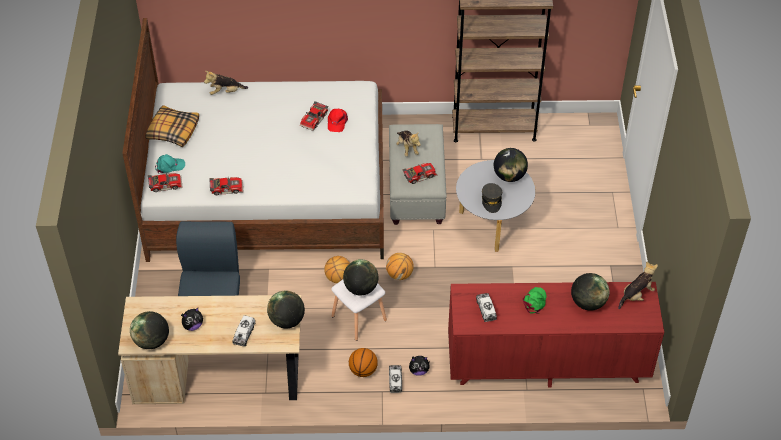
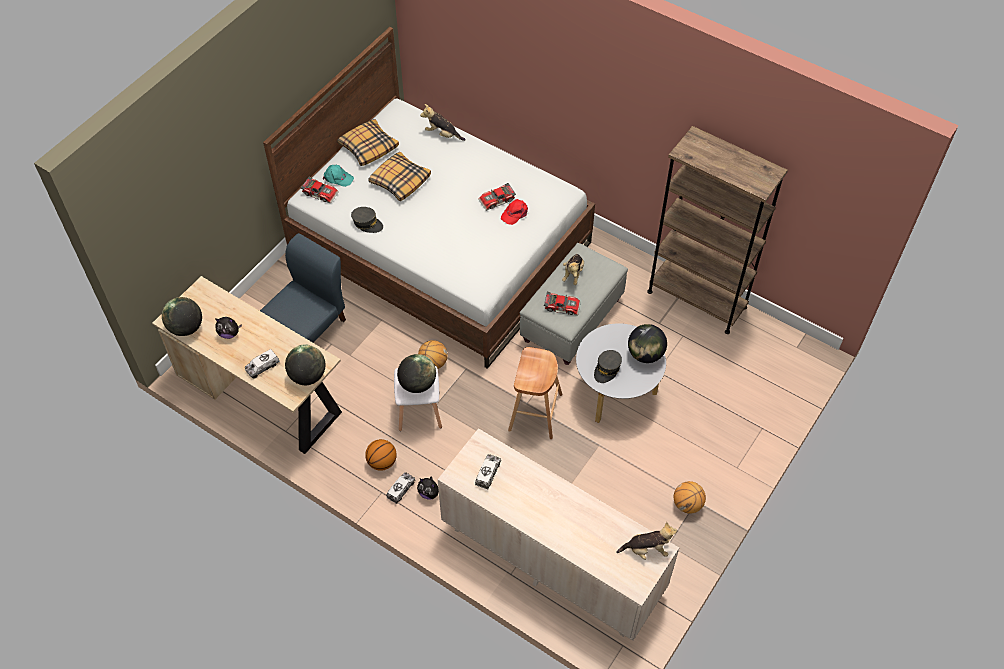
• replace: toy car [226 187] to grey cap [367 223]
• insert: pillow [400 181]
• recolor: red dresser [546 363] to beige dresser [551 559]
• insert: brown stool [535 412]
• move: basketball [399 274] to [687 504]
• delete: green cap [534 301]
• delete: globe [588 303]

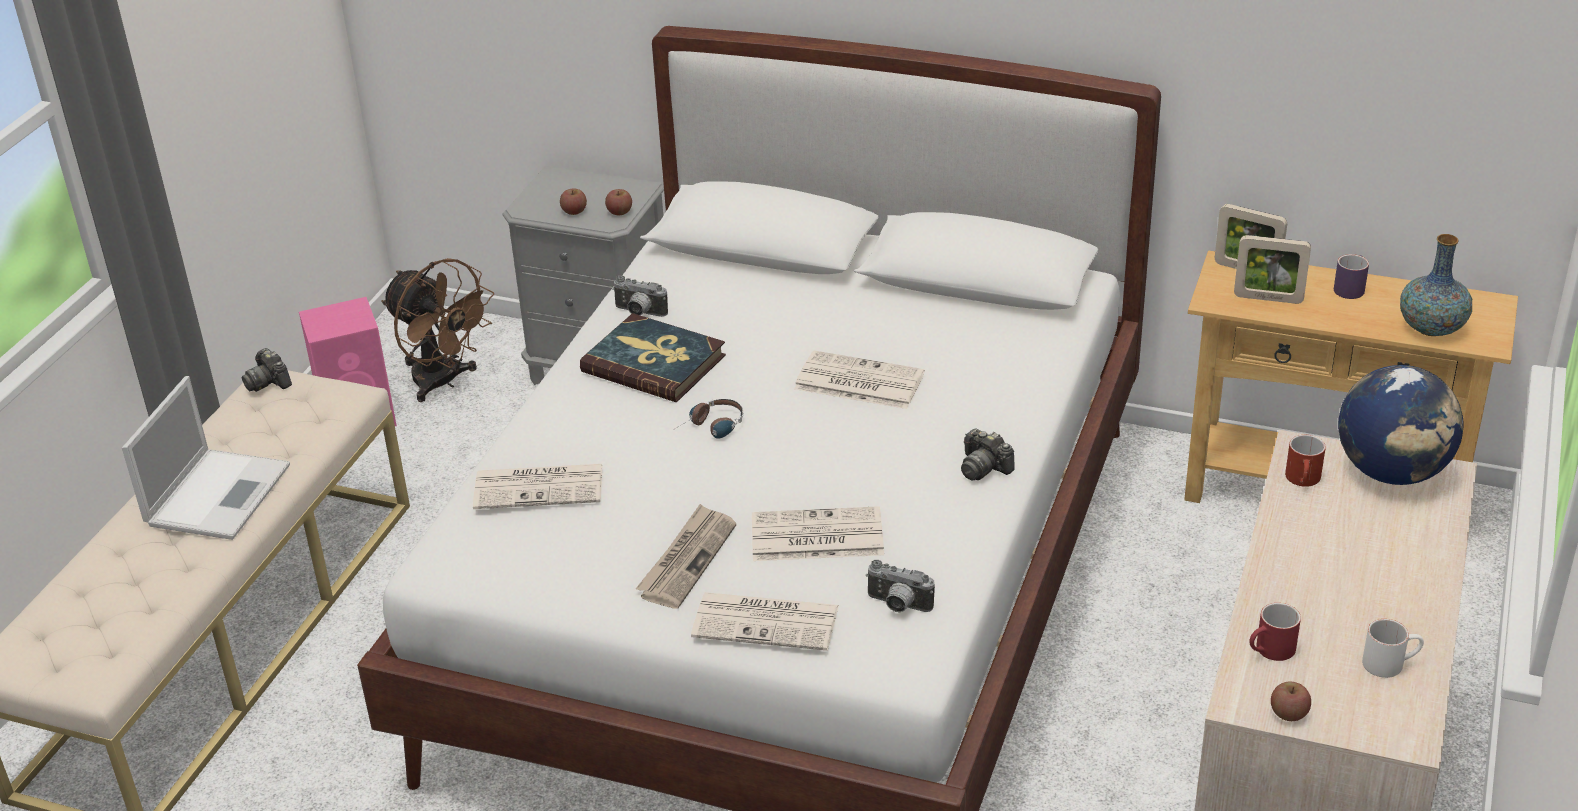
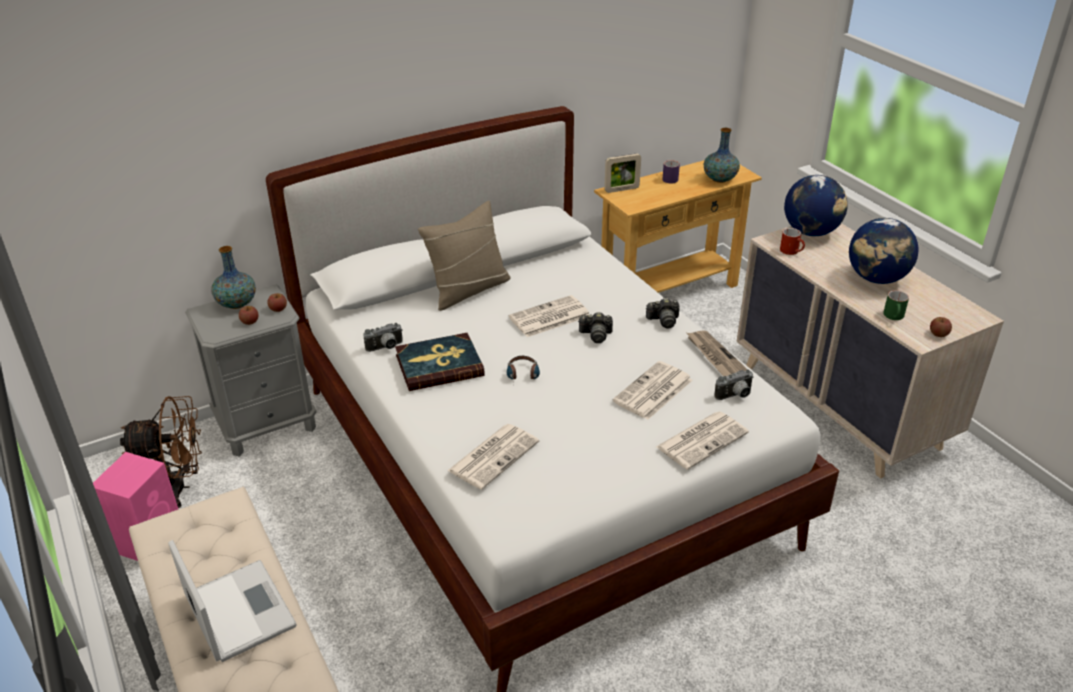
• insert: vase [236 304]
• insert: beige pillow [468 290]
• move: photo camera [269 382] to [596 335]
• move: newspaper [687 559] to [716 357]
• insert: globe [876 279]
• recolor: red mug [1270 651] to green mug [894 317]
• delete: picture frame [1268 298]
• delete: white mug [1390 663]

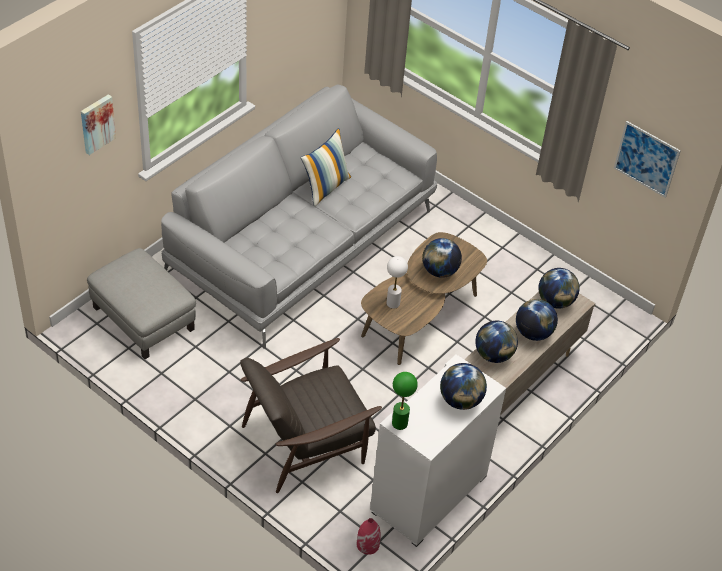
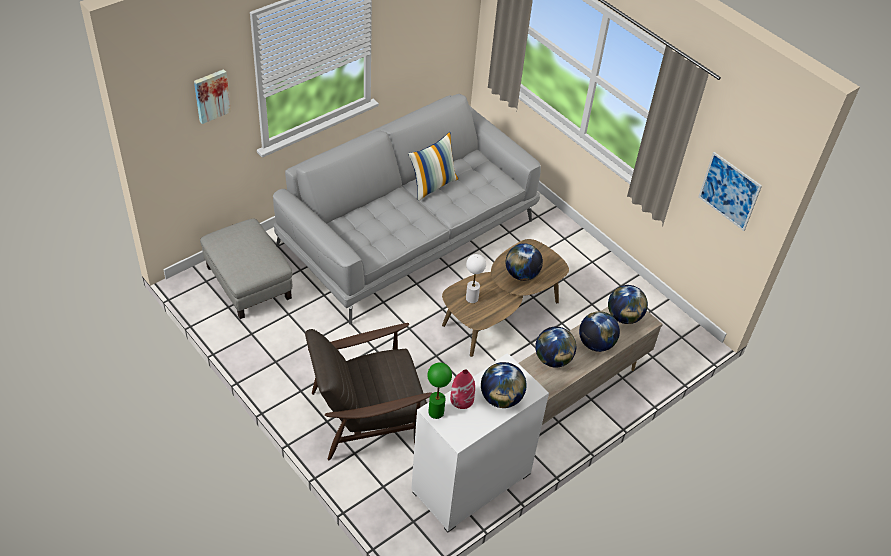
• move: red vase [368 544] to [462 399]

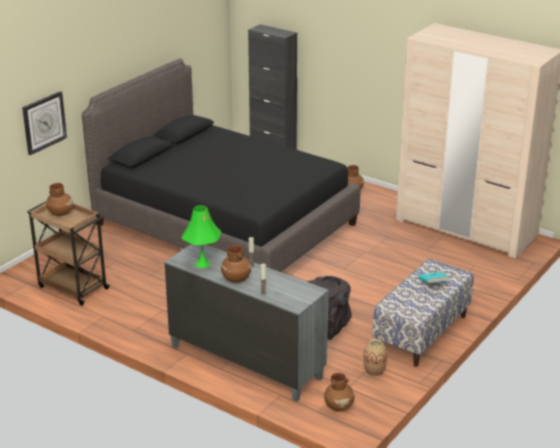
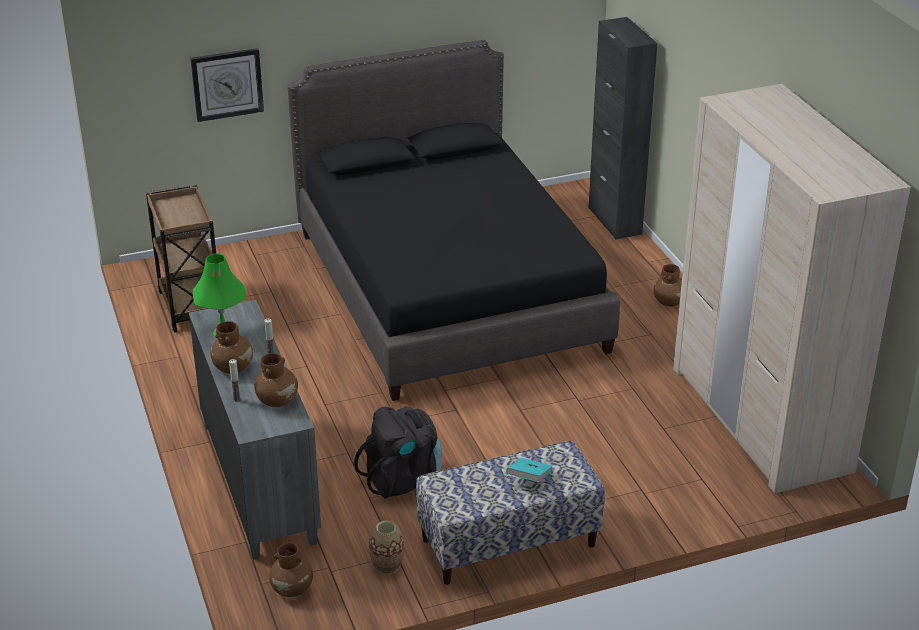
• move: brown vase [61 213] to [278 400]

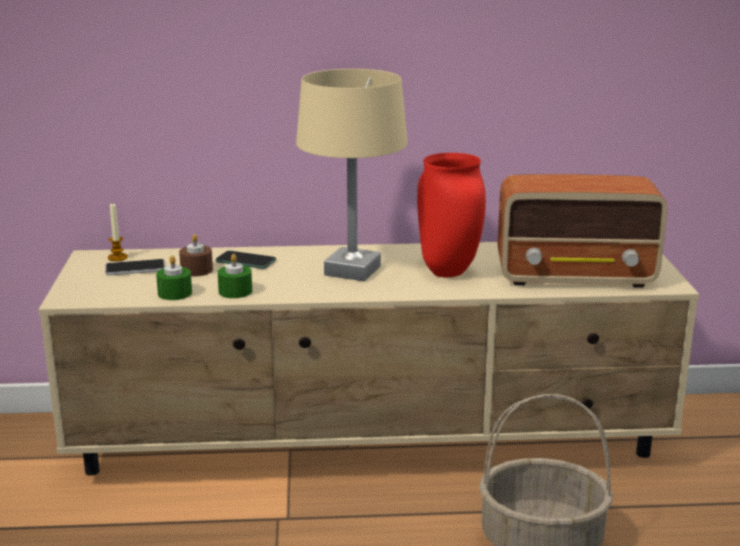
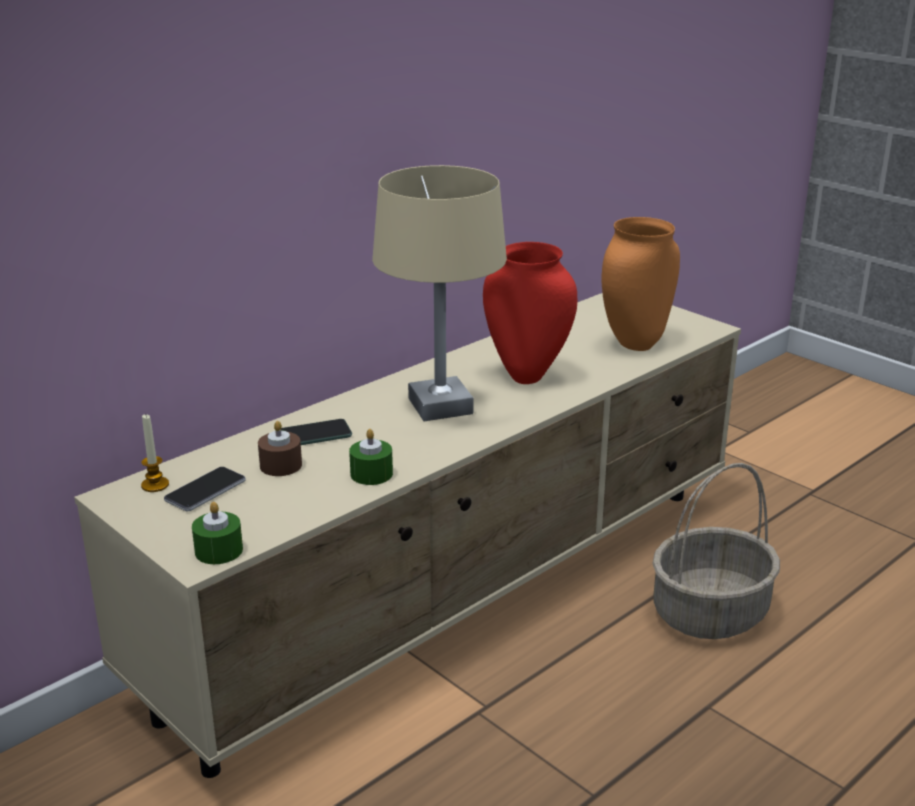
• move: green candle [175 293] to [219 550]
• replace: radio [577 277] to orange vase [634 344]

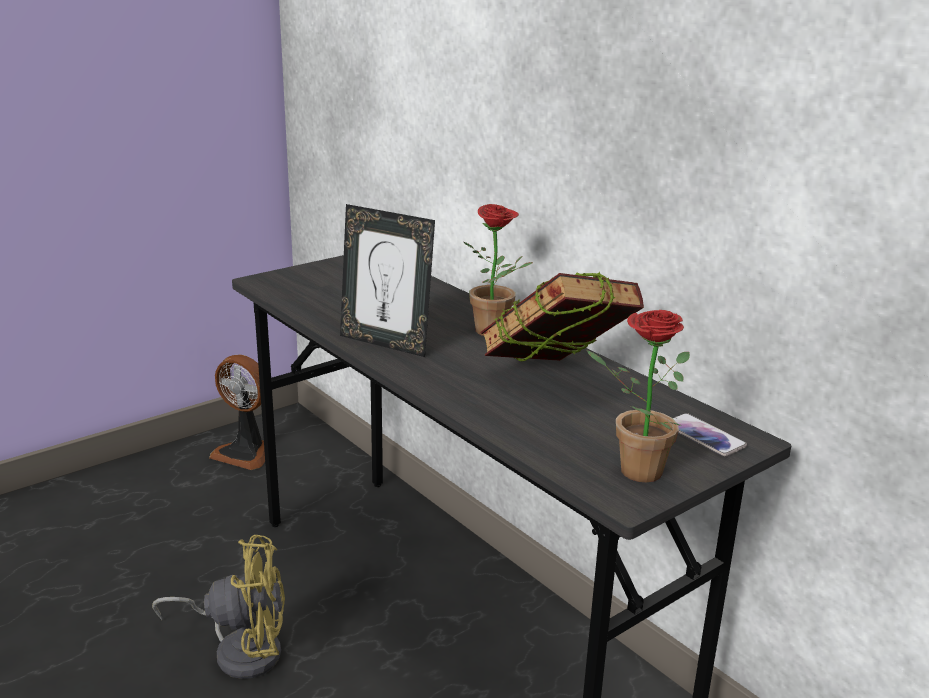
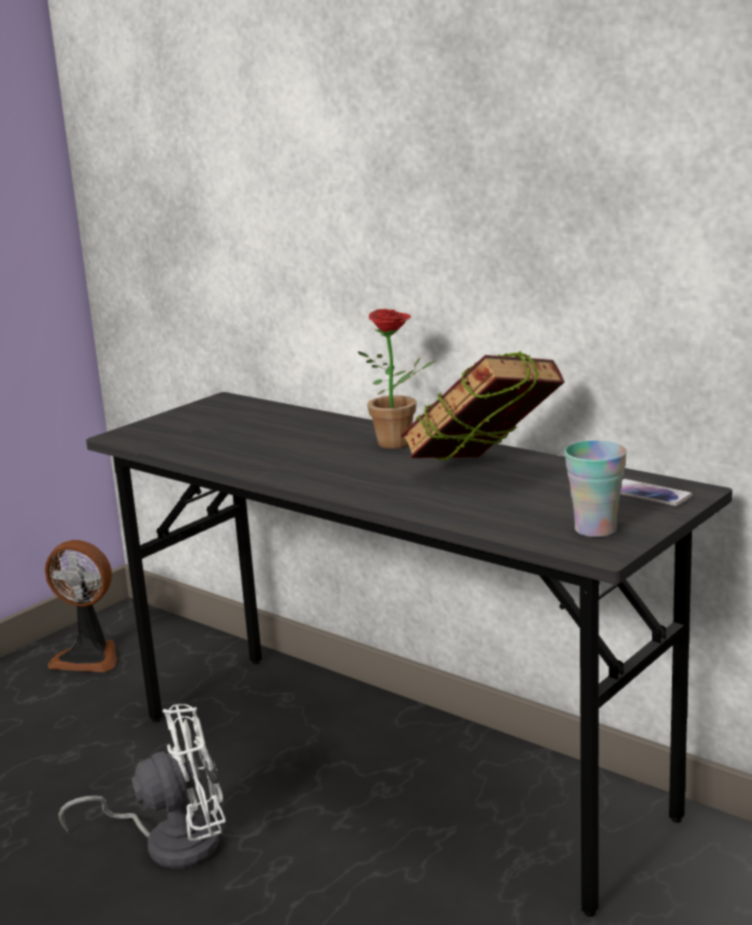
• recolor: yellow fan [240 649] to white fan [170 842]
• replace: potted plant [631 470] to cup [595 529]
• delete: picture frame [386 343]

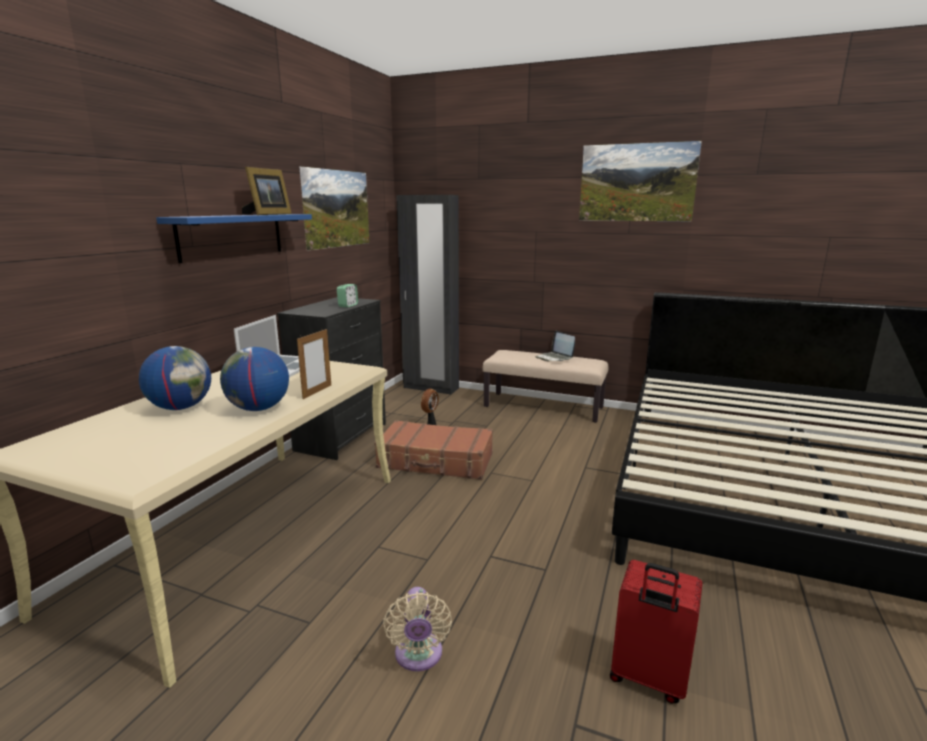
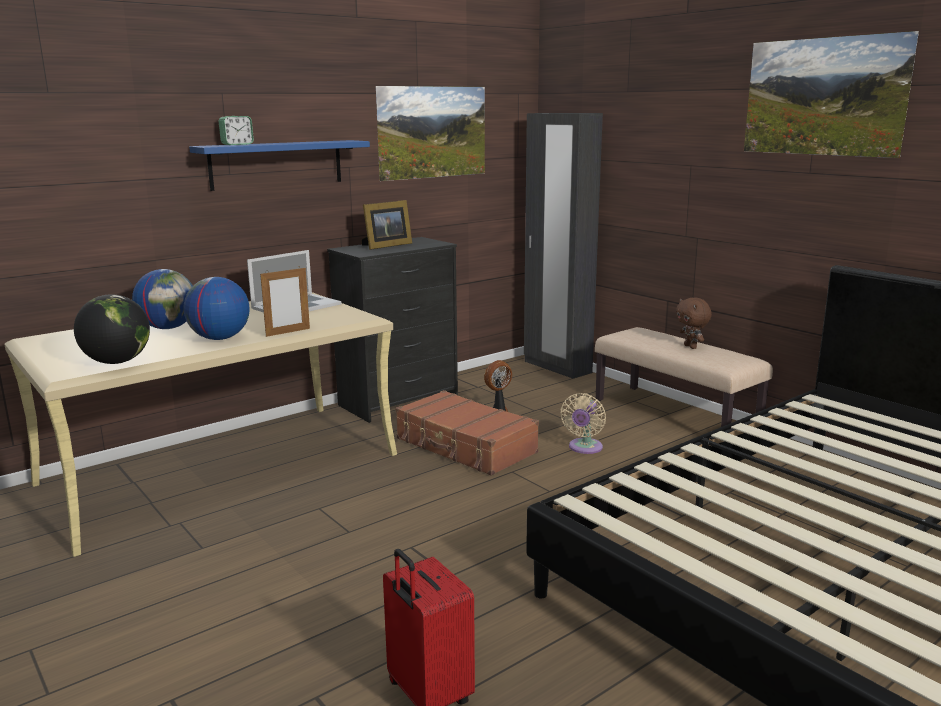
• insert: globe [117 362]
• move: alarm clock [348 305] to [237 144]
• move: picture frame [268 214] to [385 246]
• move: beige fan [418 656] to [584 448]
• replace: laptop [554 358] to brown plush toy [691 347]

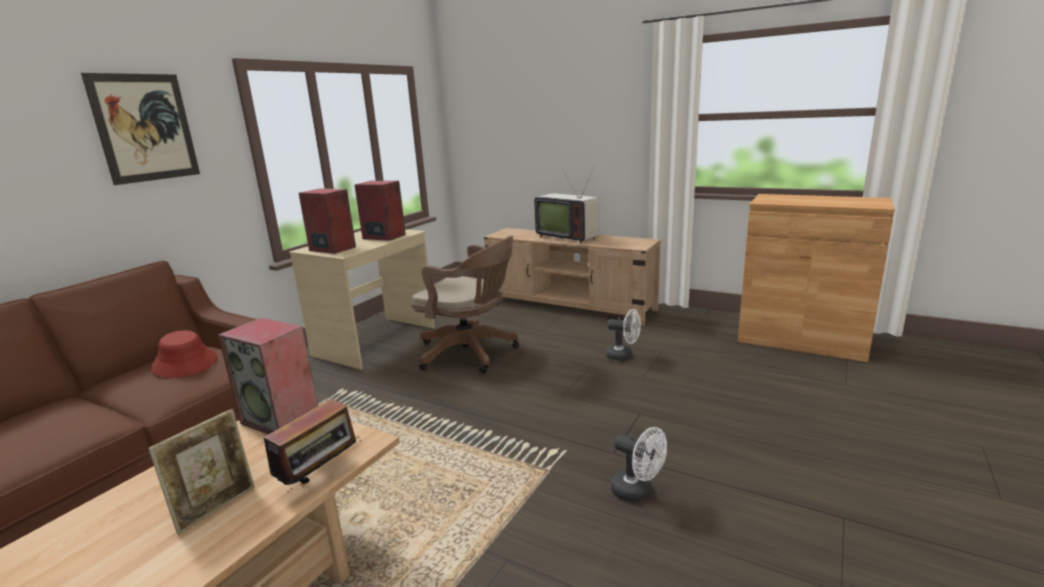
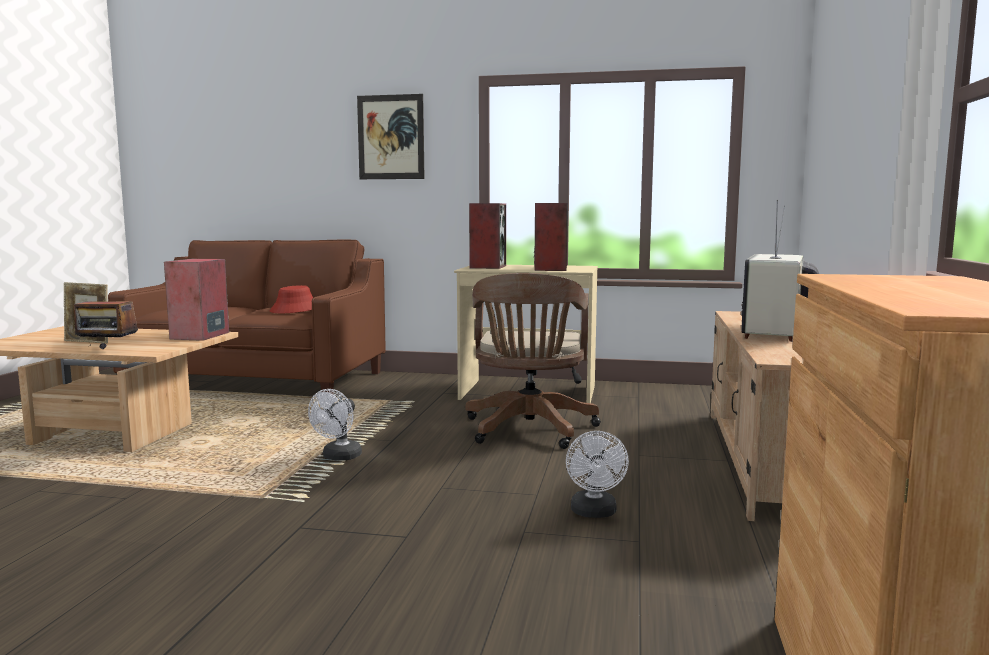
• move: white fan [637 492] to [339 457]

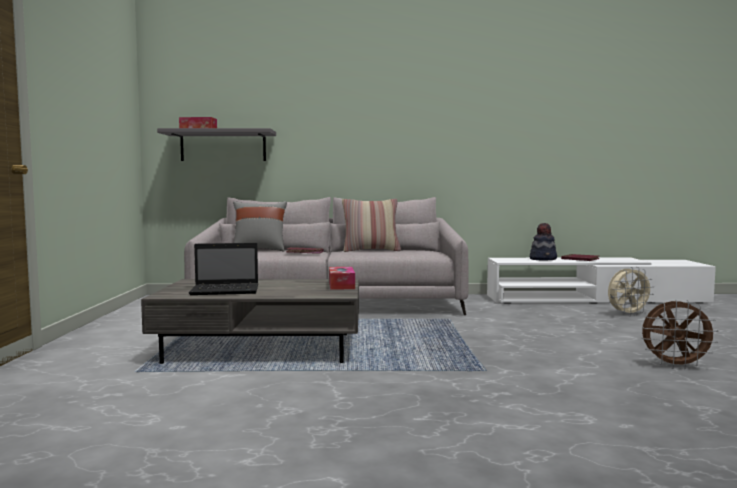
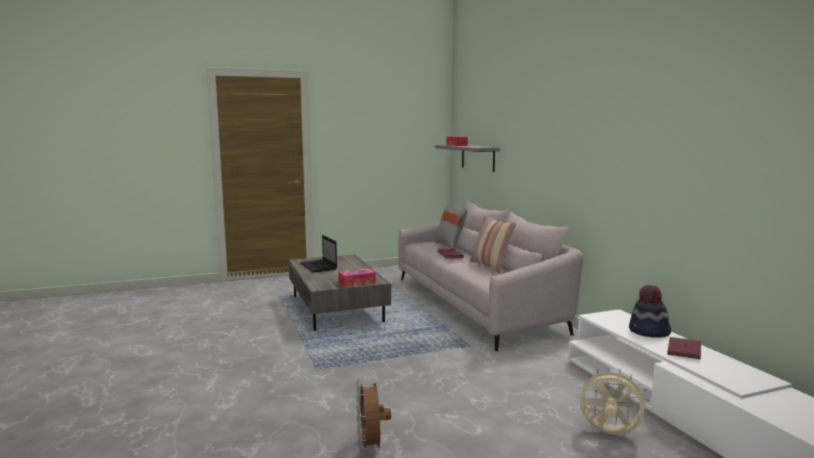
• rotate: beige fan [628 314] = [609 434] 150 degrees clockwise

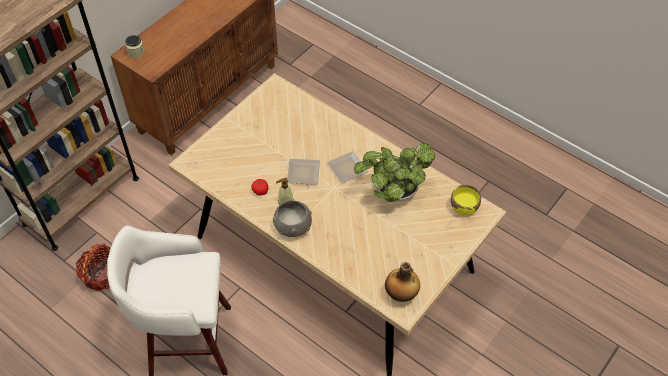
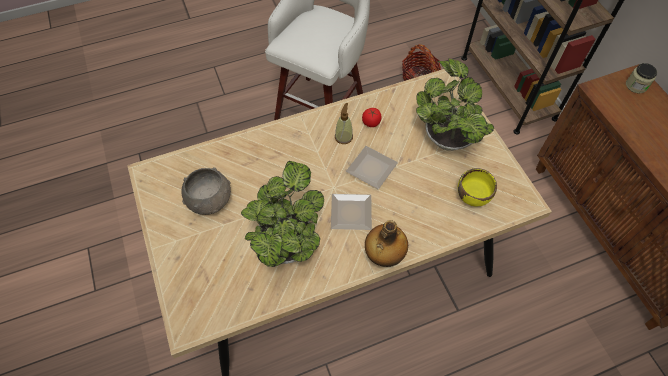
• move: grey bowl [292 226] to [210 200]
• move: bottle [401 294] to [383 255]
• insert: potted plant [446 136]
• move: yellow bowl [464 207] to [473 196]

